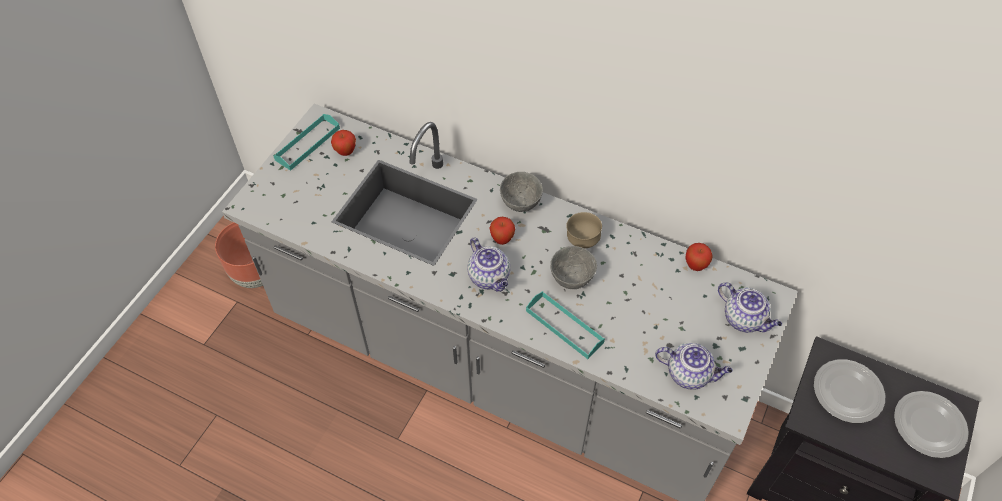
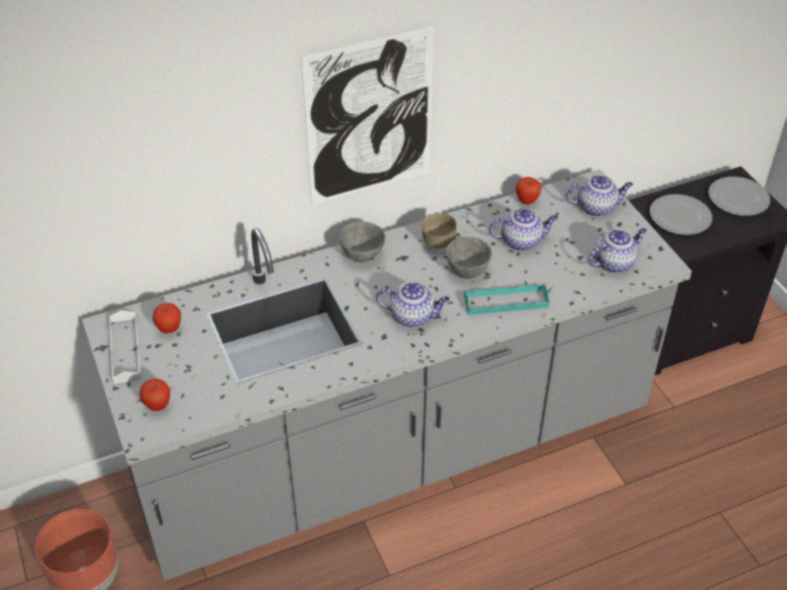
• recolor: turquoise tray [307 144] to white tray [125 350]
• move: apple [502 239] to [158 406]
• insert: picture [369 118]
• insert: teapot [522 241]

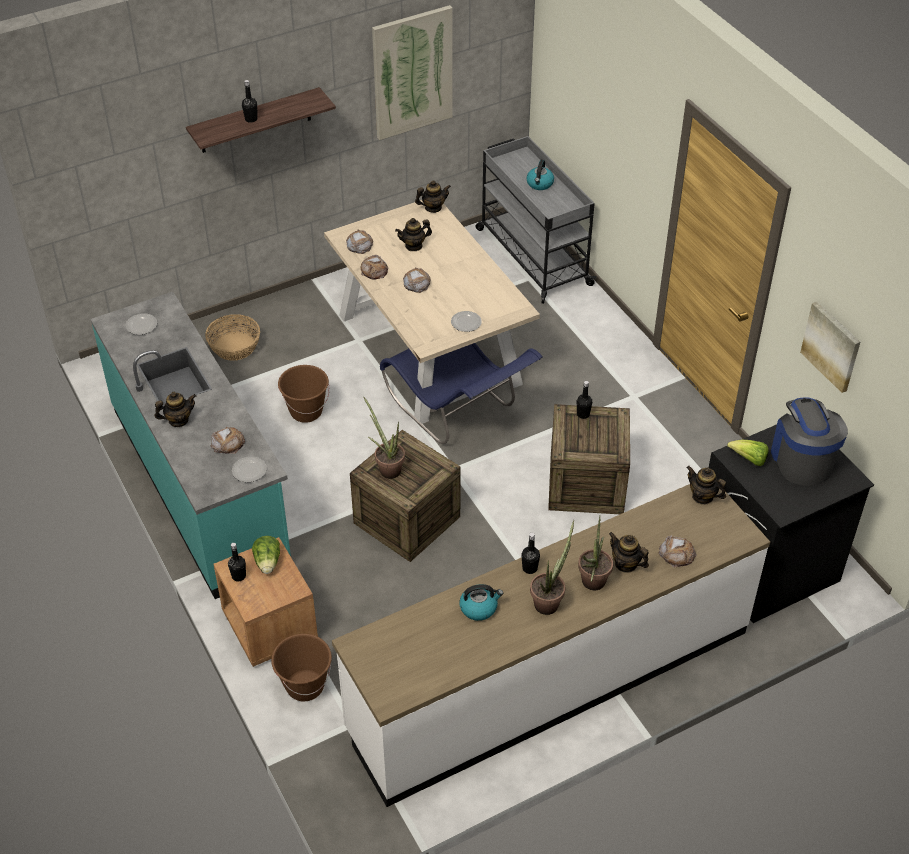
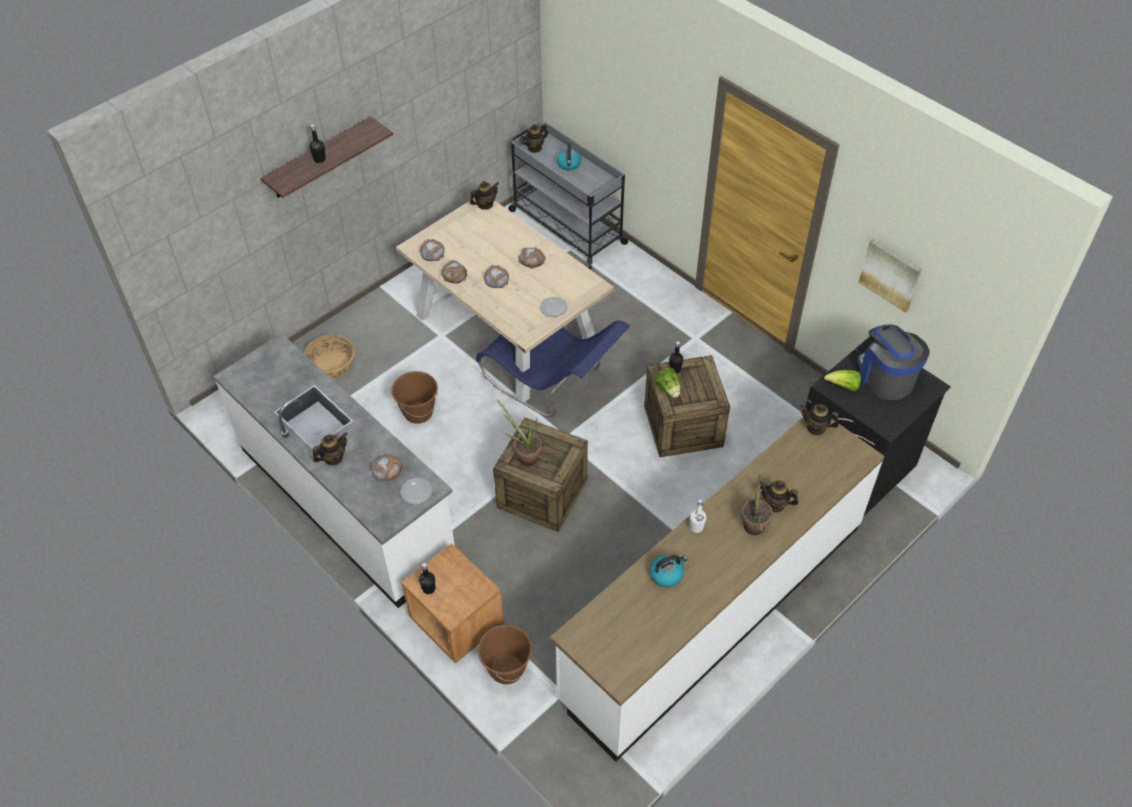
• recolor: turquoise counter [201 484] to white counter [347 502]
• move: bread [677 554] to [532 259]
• move: teapot [414 246] to [535 148]
• move: lettuce [268 563] to [668 389]
• recolor: black bottle [529 568] to white bottle [696 527]
• delete: plate [141 325]
• delete: picture [412 72]
• delete: potted plant [549 601]

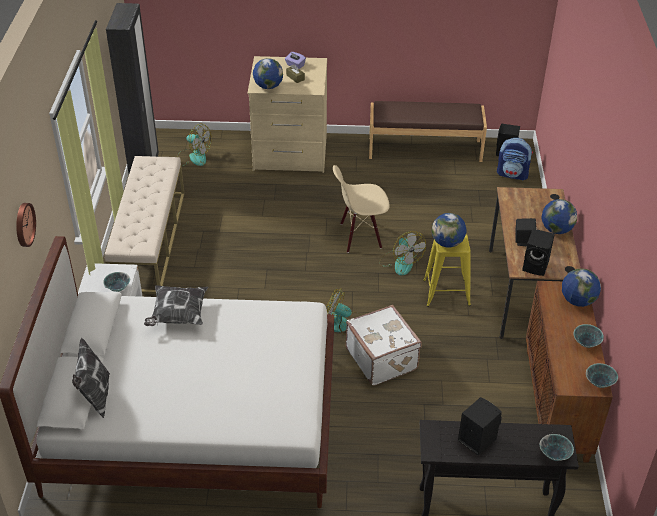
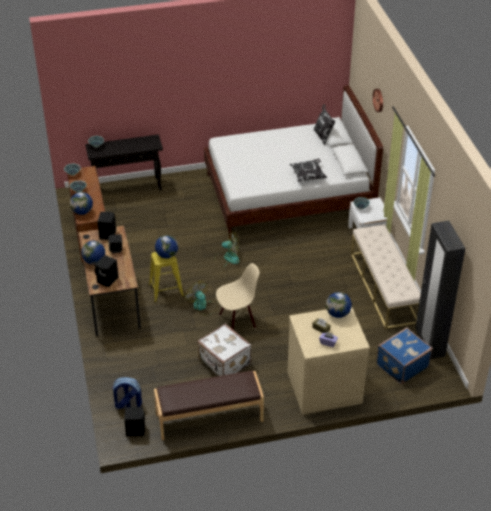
• move: black speaker [476 439] to [108 280]
• move: white suitcase [382 358] to [224 362]
• replace: fan [193 157] to blue suitcase [401 365]

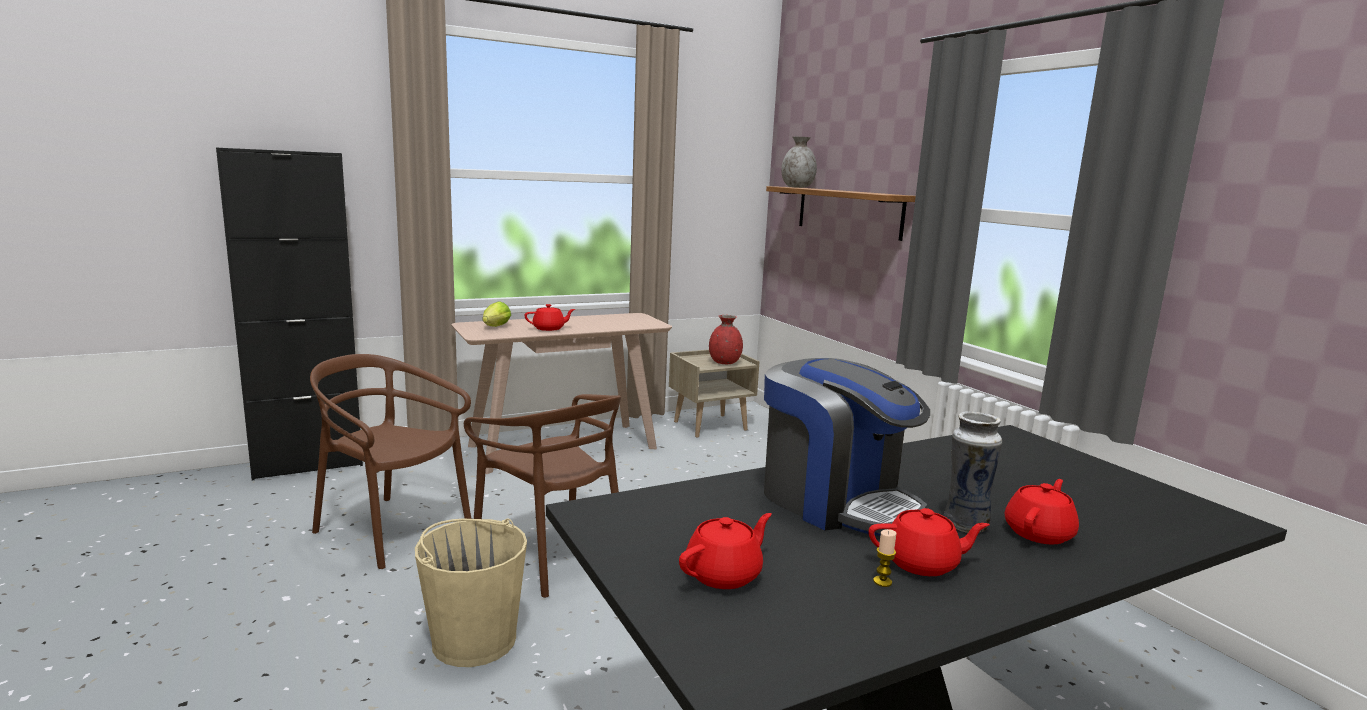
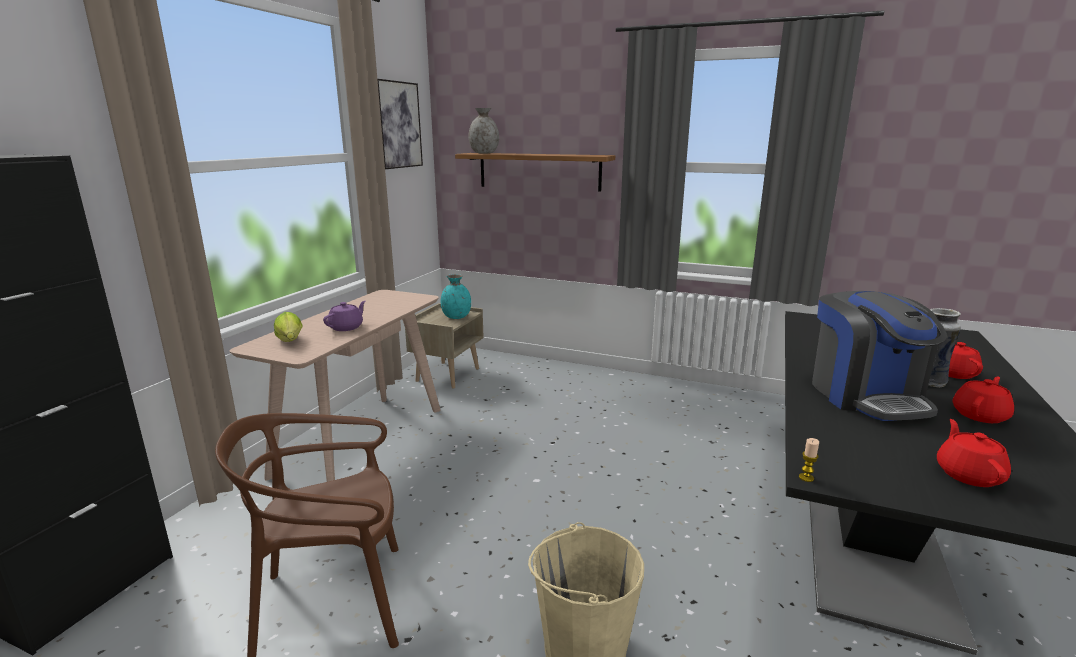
• recolor: red teapot [549 328] to purple teapot [347 327]
• insert: picture [398 125]
• recolor: red vase [725 362] to turquoise vase [456 317]
• move: candle [882 582] to [806 477]
• rotate: coffee machine [835 500] = [866 395] 75 degrees clockwise
• delete: brown chair [552 555]

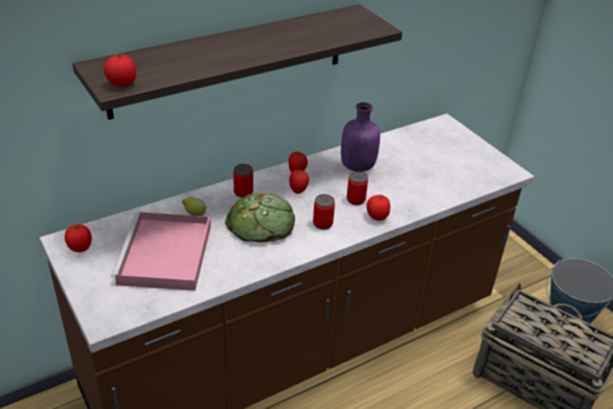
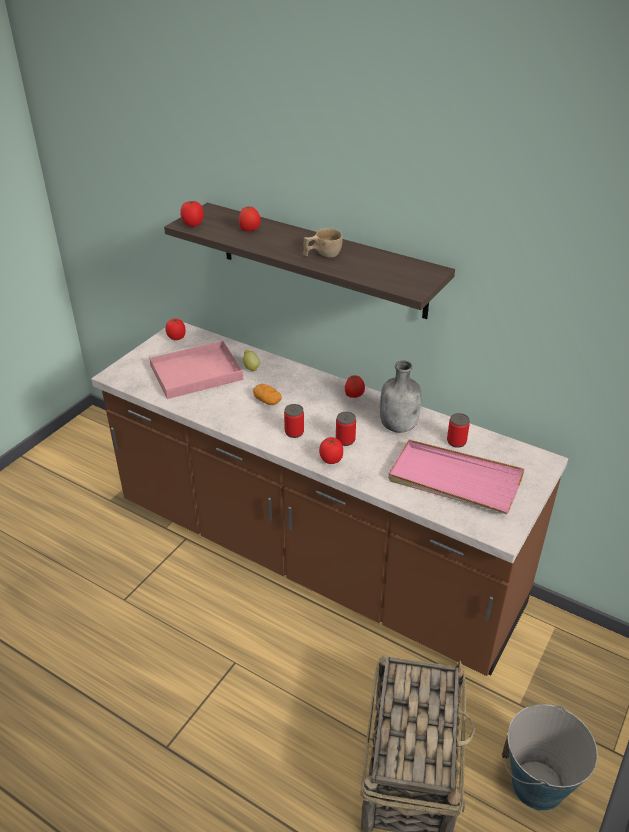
• move: tomato [298 190] to [250 230]
• replace: bread [261 223] to potato [267 401]
• insert: beige cup [322 255]
• recolor: purple bottle [357 166] to grey bottle [399 426]
• insert: pink tray [454 480]
• move: can [243 192] to [456 442]

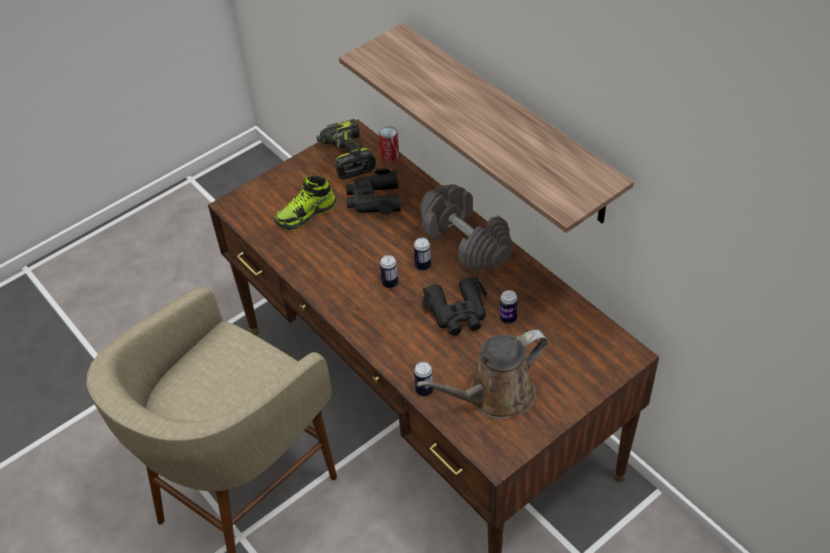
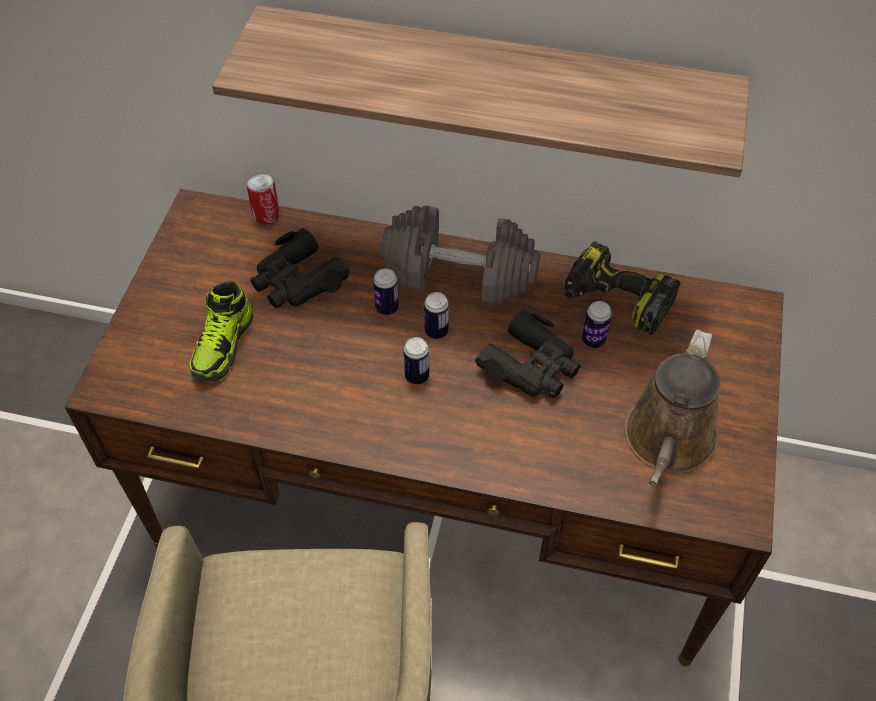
• move: can [424 390] to [387 308]
• move: power drill [346 156] to [615 300]

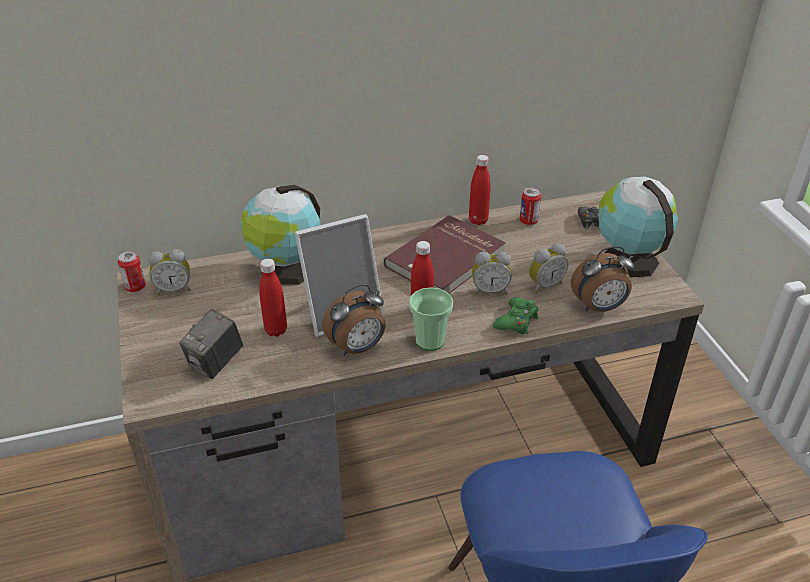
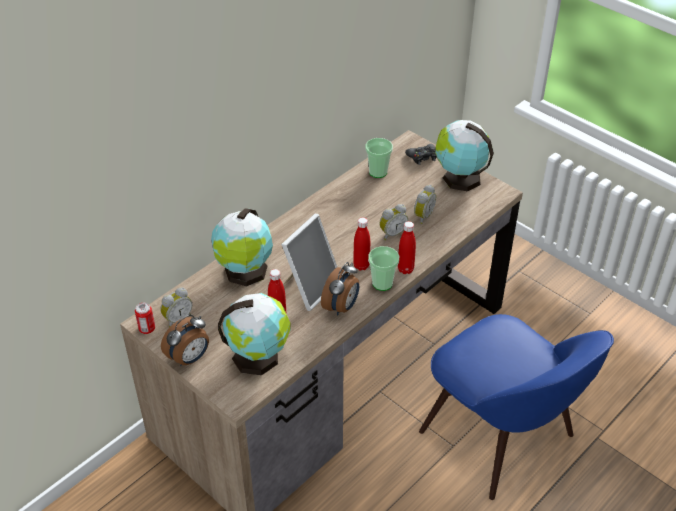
• move: alarm clock [599 307] to [189 358]
• replace: photo camera [216 363] to globe [258 356]
• replace: can [528 221] to cup [378 172]
• move: red bottle [478 220] to [405 269]
• delete: red book [446 260]
• delete: green game controller [516 321]

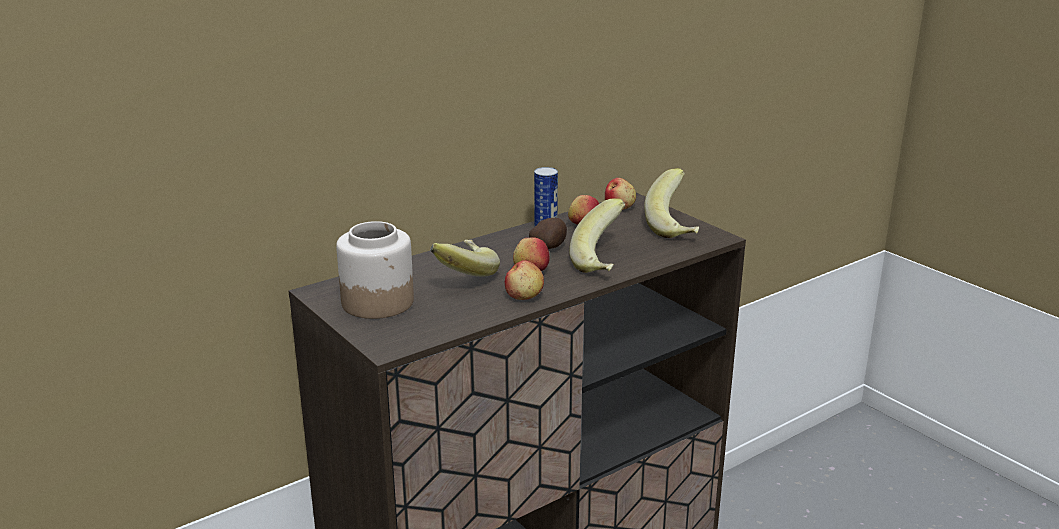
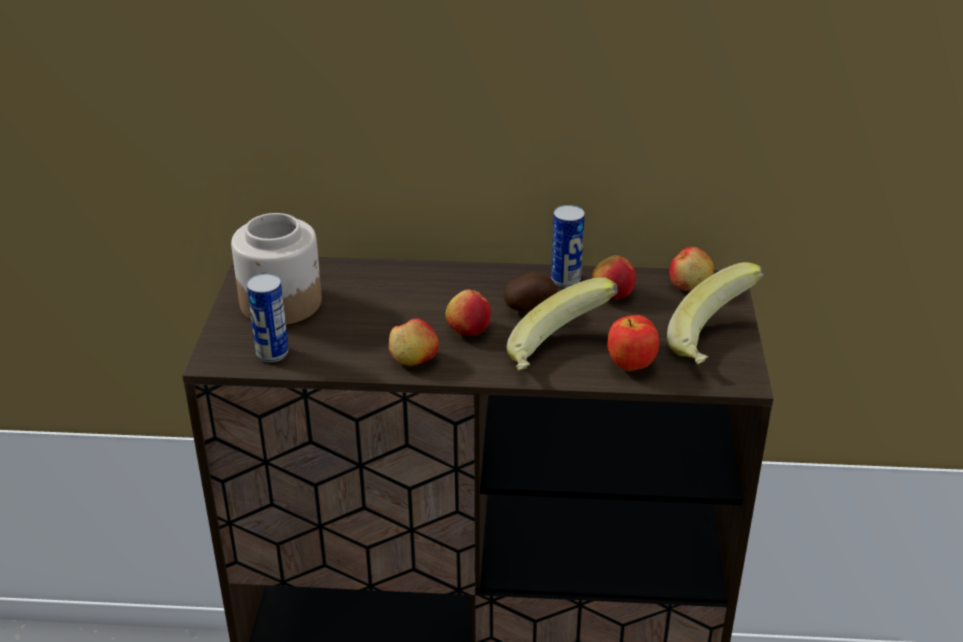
• insert: can [272 353]
• insert: apple [631 366]
• delete: banana [462 275]

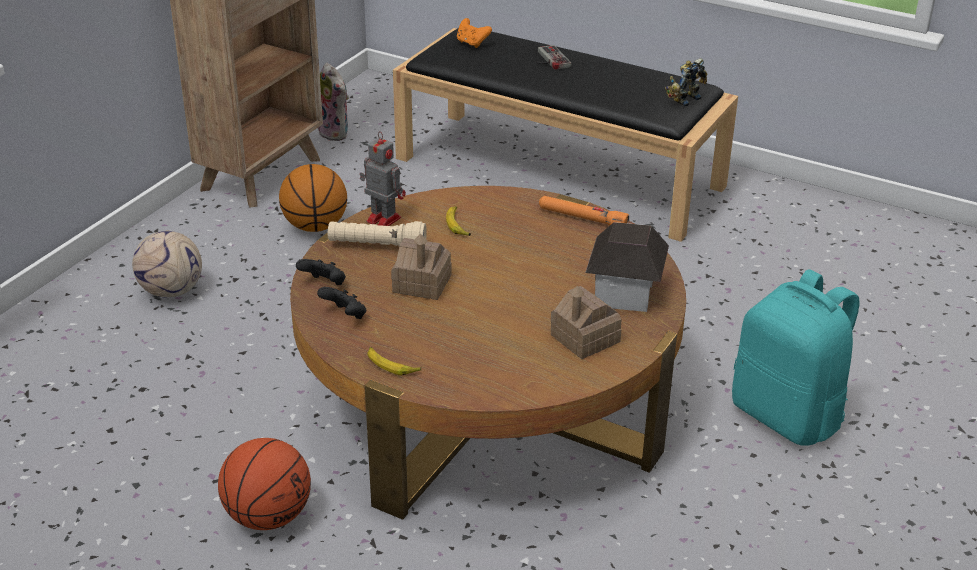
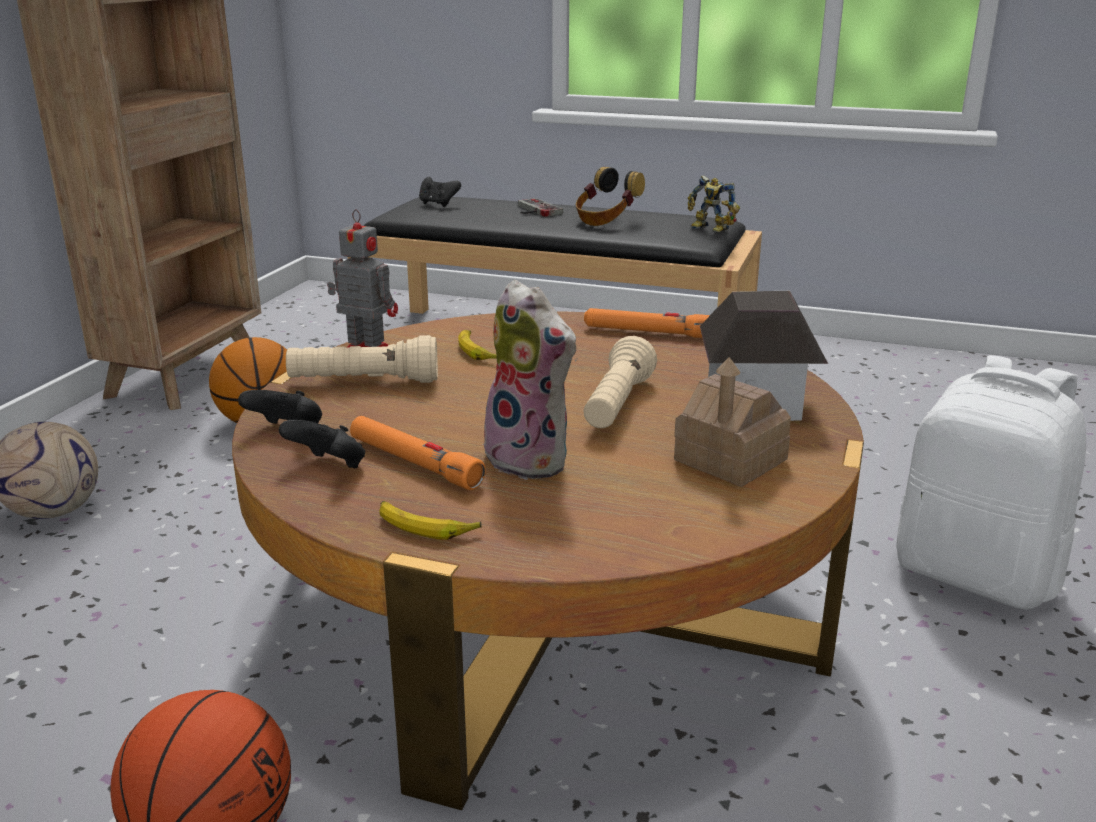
• insert: orange flashlight [413 463]
• recolor: orange game controller [472 43] to black game controller [438 204]
• move: plush toy [336 133] to [533 459]
• insert: headphones [606 220]
• insert: beige flashlight [617 405]
• rotate: toy robot [684 99] = [709 229] 90 degrees counterclockwise
• recolor: turquoise backpack [788 416] to white backpack [976 575]
• delete: toy house [422 283]

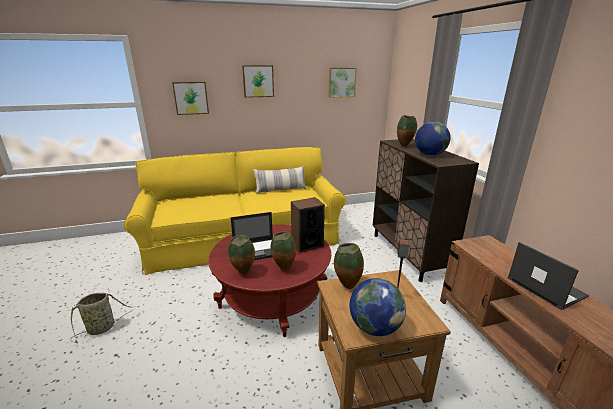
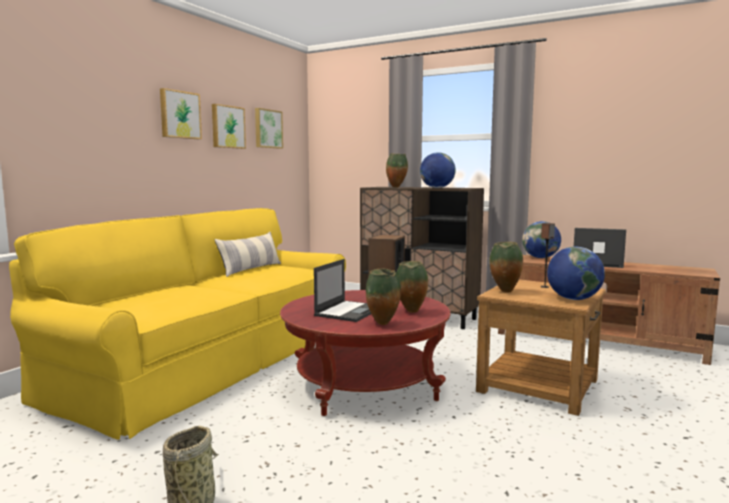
• move: picture [191 98] to [227 127]
• insert: globe [540 257]

